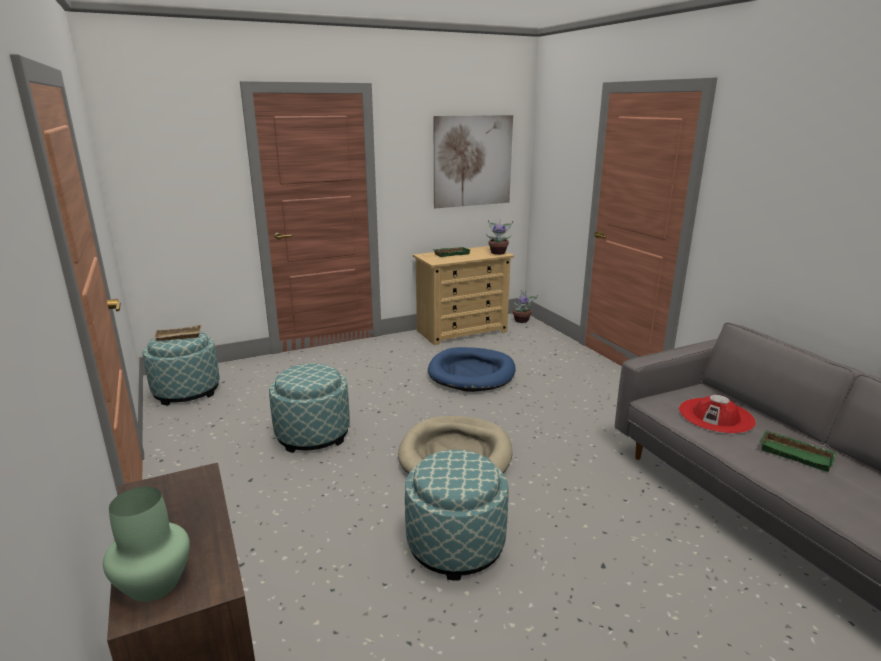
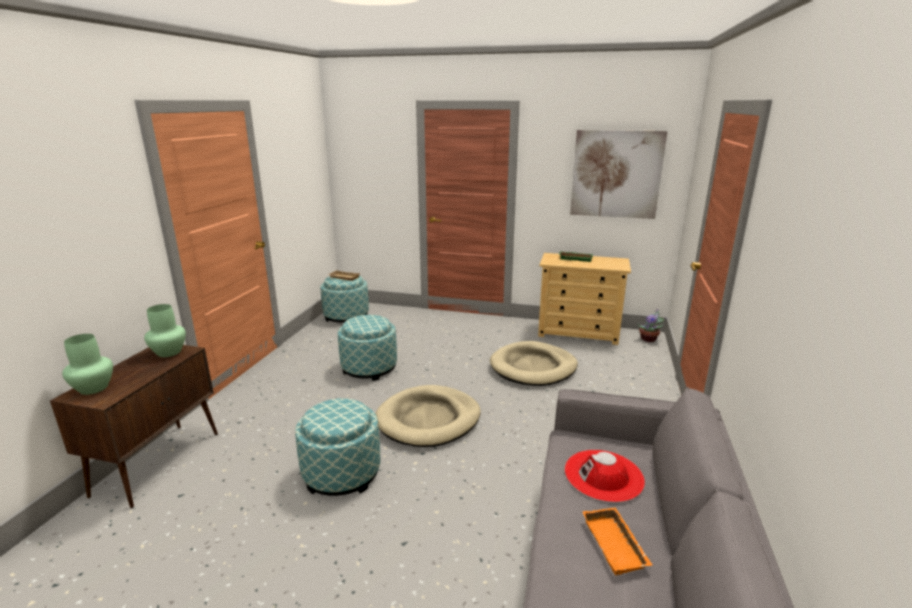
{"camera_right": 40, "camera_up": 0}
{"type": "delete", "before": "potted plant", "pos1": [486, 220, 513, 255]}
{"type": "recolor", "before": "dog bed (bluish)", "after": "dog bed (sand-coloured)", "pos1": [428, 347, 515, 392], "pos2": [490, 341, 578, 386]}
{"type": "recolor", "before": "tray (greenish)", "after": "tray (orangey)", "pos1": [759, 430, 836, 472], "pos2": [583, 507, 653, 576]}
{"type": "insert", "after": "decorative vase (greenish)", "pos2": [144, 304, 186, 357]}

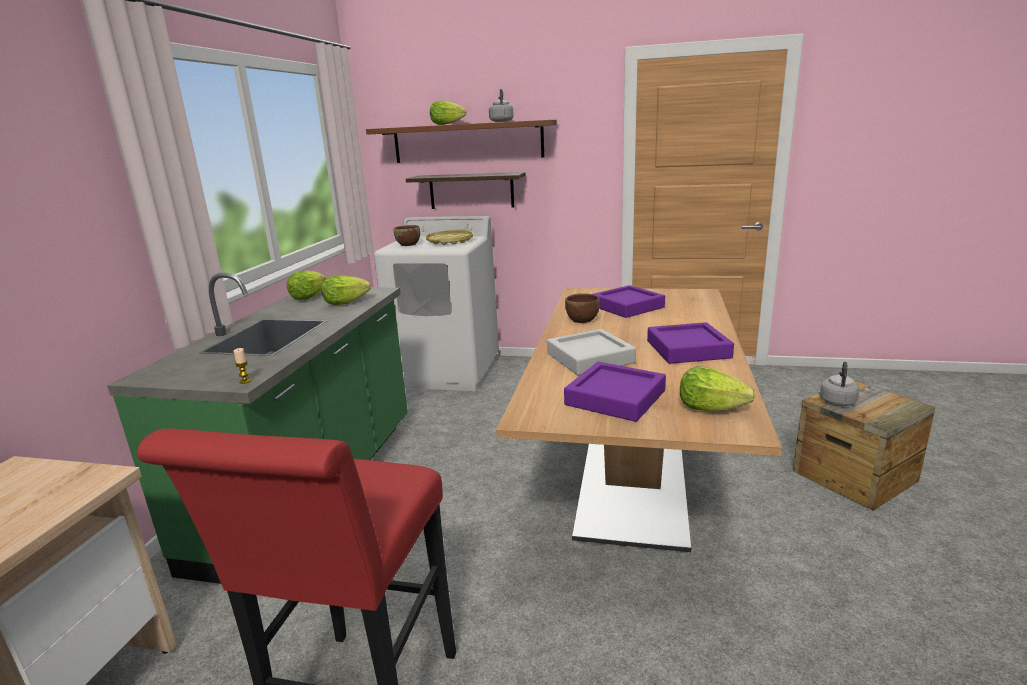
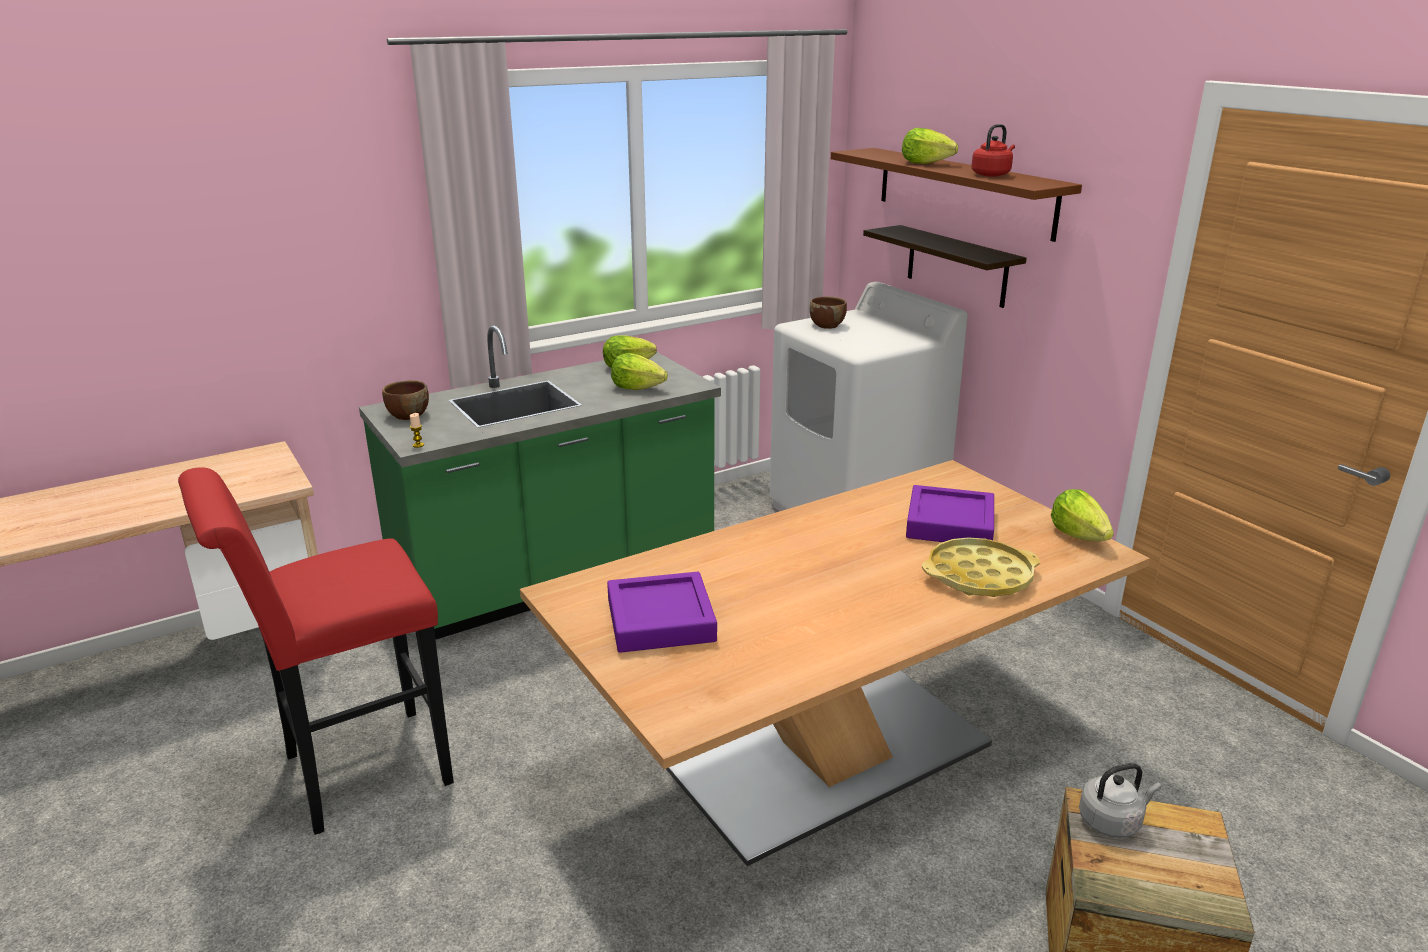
{"camera_right": 45, "camera_up": 5}
{"type": "recolor", "before": "tea kettle (greyish)", "after": "tea kettle (reddish)", "pos1": [489, 89, 513, 122], "pos2": [971, 124, 1015, 177]}
{"type": "move", "before": "tray (yellow)", "pos1": [426, 229, 473, 245], "pos2": [922, 537, 1040, 597]}
{"type": "move", "before": "deep dish (brown)", "pos1": [565, 293, 600, 323], "pos2": [382, 380, 429, 420]}
{"type": "delete", "before": "tray (purple)", "pos1": [647, 322, 734, 364]}
{"type": "delete", "before": "tray (greyish)", "pos1": [547, 329, 636, 376]}
{"type": "move", "before": "lettuce head", "pos1": [680, 366, 755, 412], "pos2": [1051, 489, 1114, 541]}

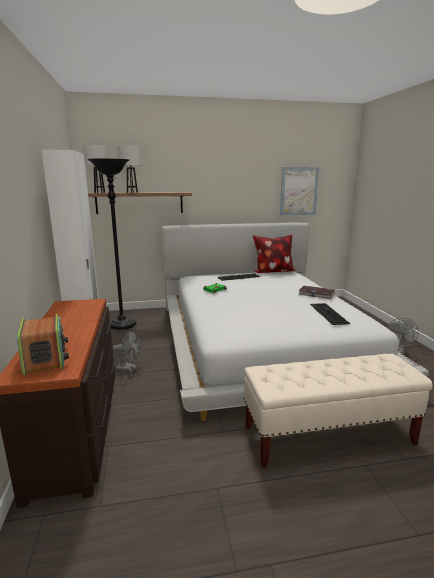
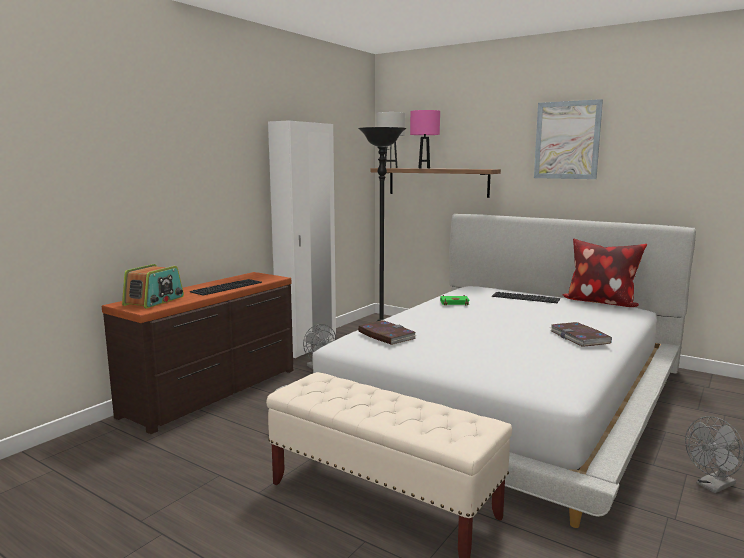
{"camera_right": 45, "camera_up": -5}
{"type": "recolor", "before": "table lamp (whitish)", "after": "table lamp (pinkish)", "pos1": [117, 145, 142, 193], "pos2": [410, 110, 440, 169]}
{"type": "move", "before": "wall picture", "pos1": [280, 167, 319, 215], "pos2": [534, 99, 603, 179]}
{"type": "move", "before": "PC keyboard", "pos1": [310, 303, 350, 325], "pos2": [190, 279, 262, 296]}
{"type": "insert", "after": "volume", "pos2": [358, 320, 416, 345]}

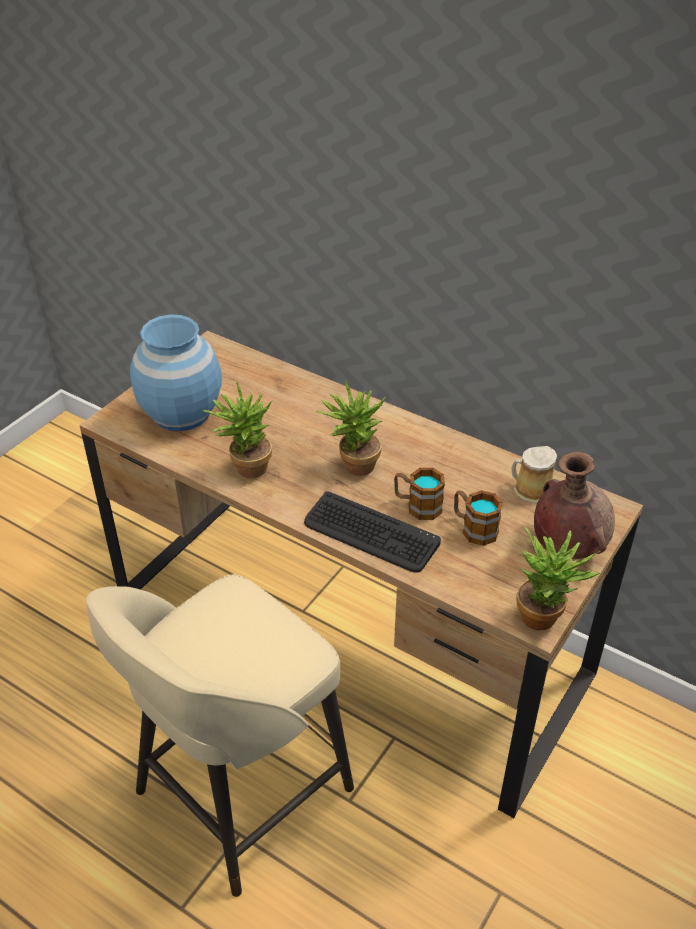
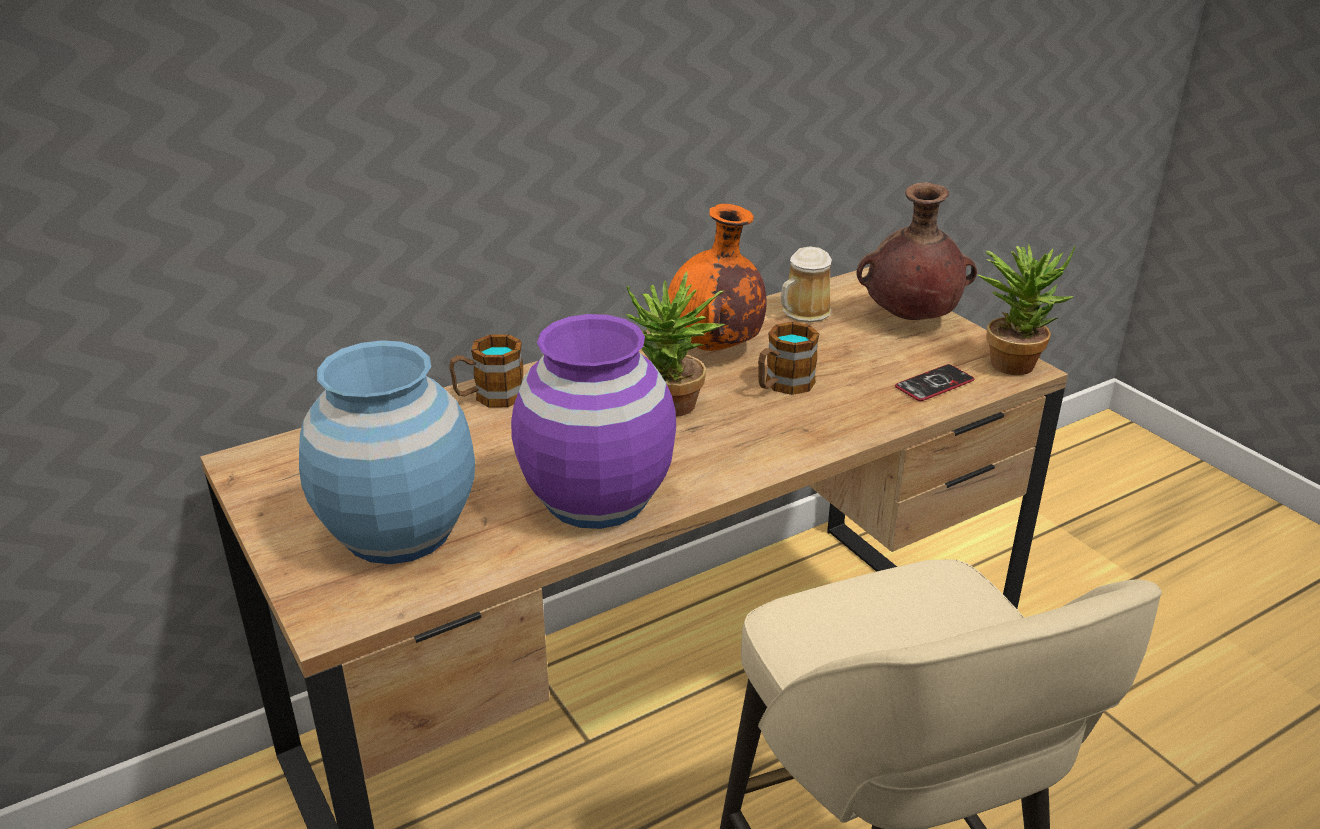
{"camera_right": -65, "camera_up": -10}
{"type": "replace", "before": "potted plant", "after": "decorative vase (purple)", "pos1": [203, 381, 272, 478], "pos2": [511, 314, 676, 529]}
{"type": "move", "before": "tea mug", "pos1": [454, 490, 503, 546], "pos2": [449, 334, 523, 407]}
{"type": "delete", "before": "PC keyboard", "pos1": [304, 491, 441, 573]}
{"type": "insert", "after": "decorative vase (orangey)", "pos2": [668, 204, 767, 351]}
{"type": "insert", "after": "phone", "pos2": [895, 364, 974, 401]}

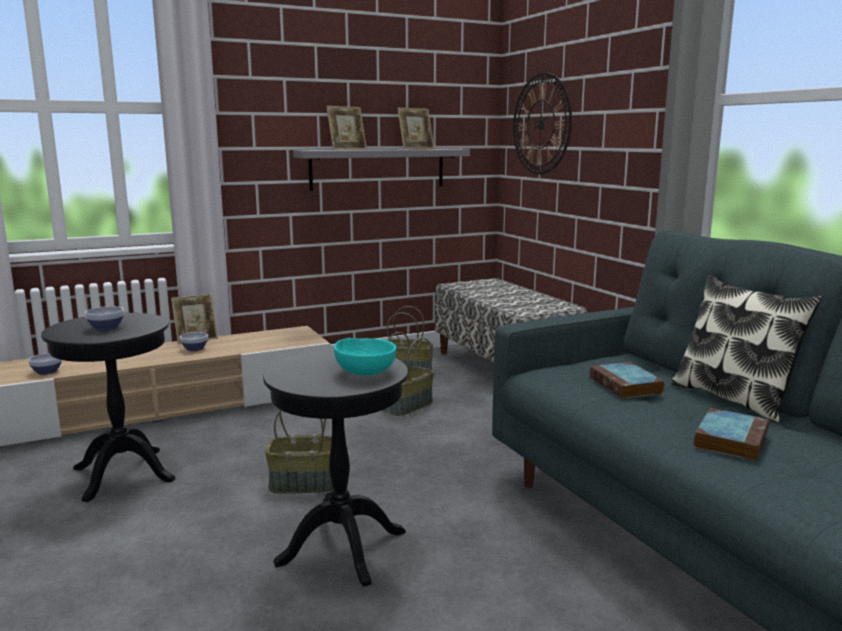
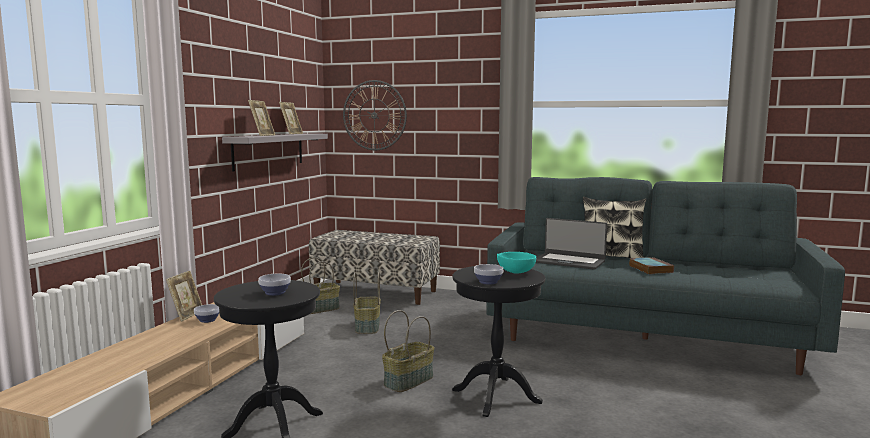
{"camera_right": -45, "camera_up": -5}
{"type": "move", "before": "deep dish", "pos1": [28, 353, 62, 375], "pos2": [474, 264, 503, 285]}
{"type": "replace", "before": "volume", "after": "portable computer", "pos1": [590, 362, 664, 399], "pos2": [536, 218, 607, 270]}

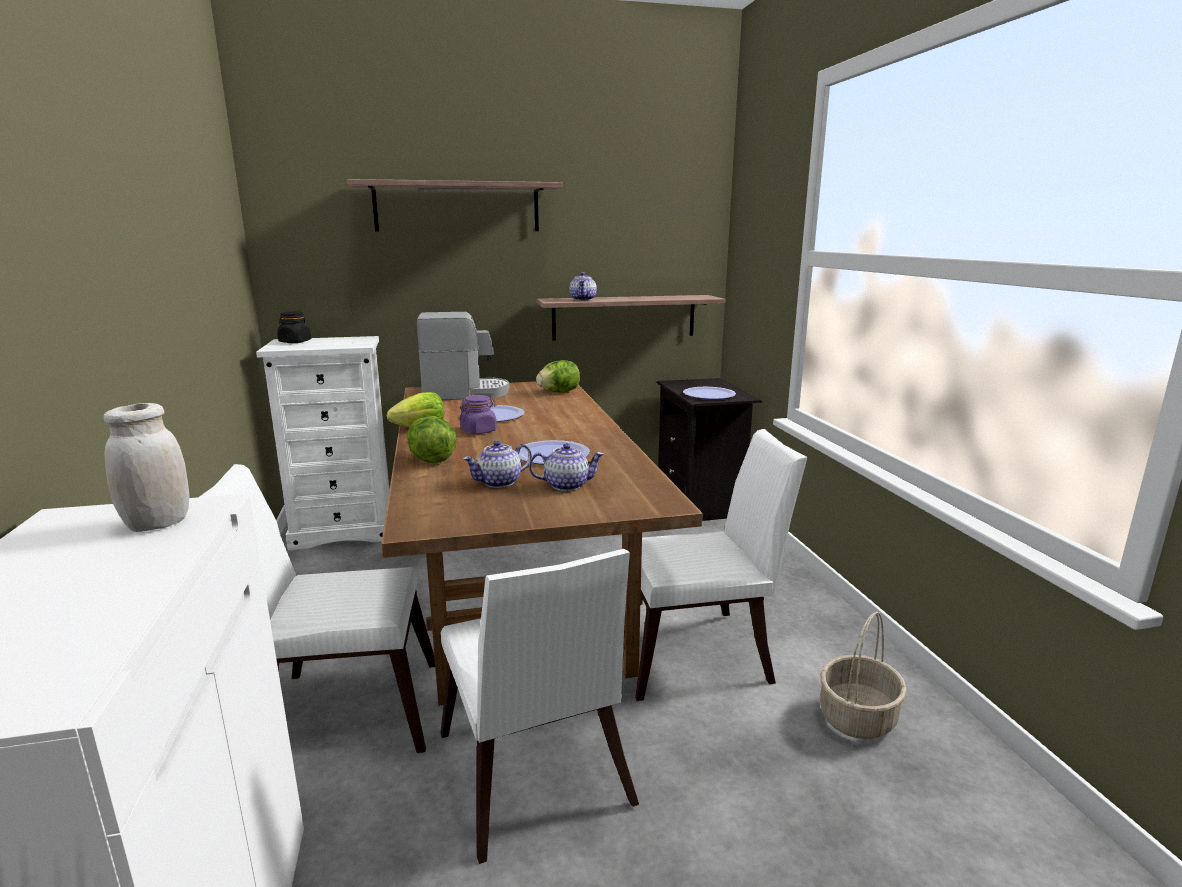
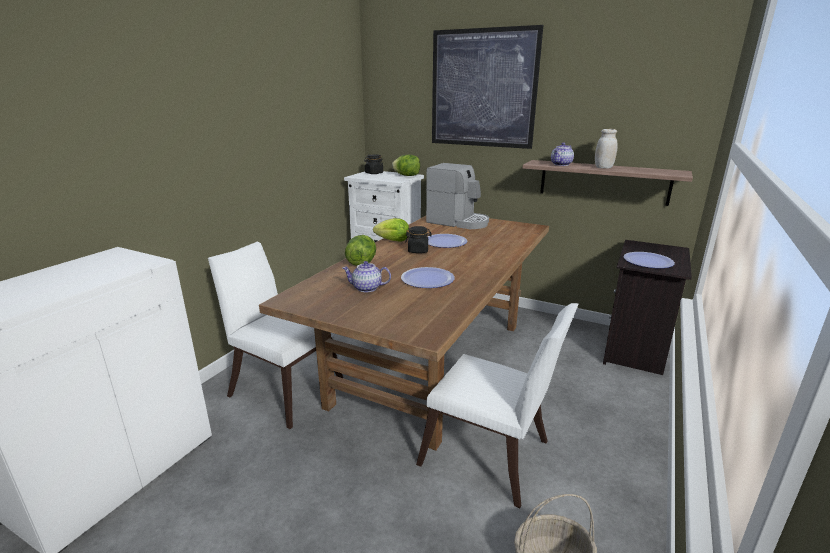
{"camera_right": 40, "camera_up": 5}
{"type": "replace", "before": "shelf", "after": "wall picture", "pos1": [347, 179, 562, 231], "pos2": [432, 25, 543, 149]}
{"type": "move", "before": "lettuce head", "pos1": [536, 360, 580, 392], "pos2": [392, 155, 420, 176]}
{"type": "recolor", "before": "jar (purple)", "after": "jar (black)", "pos1": [459, 395, 497, 434], "pos2": [405, 226, 432, 253]}
{"type": "move", "before": "jar (whitish)", "pos1": [104, 403, 190, 532], "pos2": [595, 129, 618, 168]}
{"type": "delete", "before": "tea pot", "pos1": [529, 443, 604, 491]}
{"type": "delete", "before": "plain chair (whitish)", "pos1": [441, 549, 639, 864]}

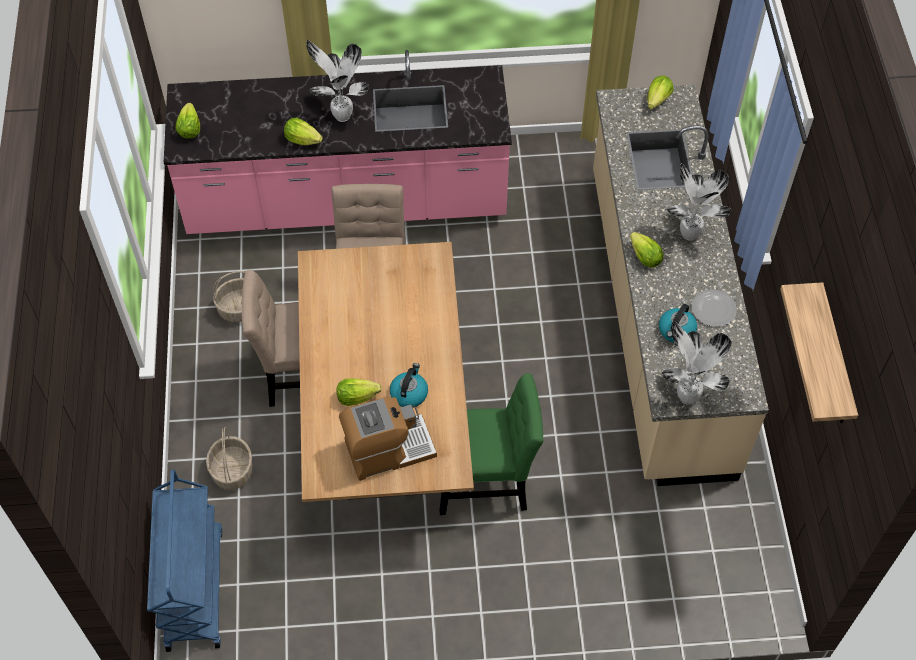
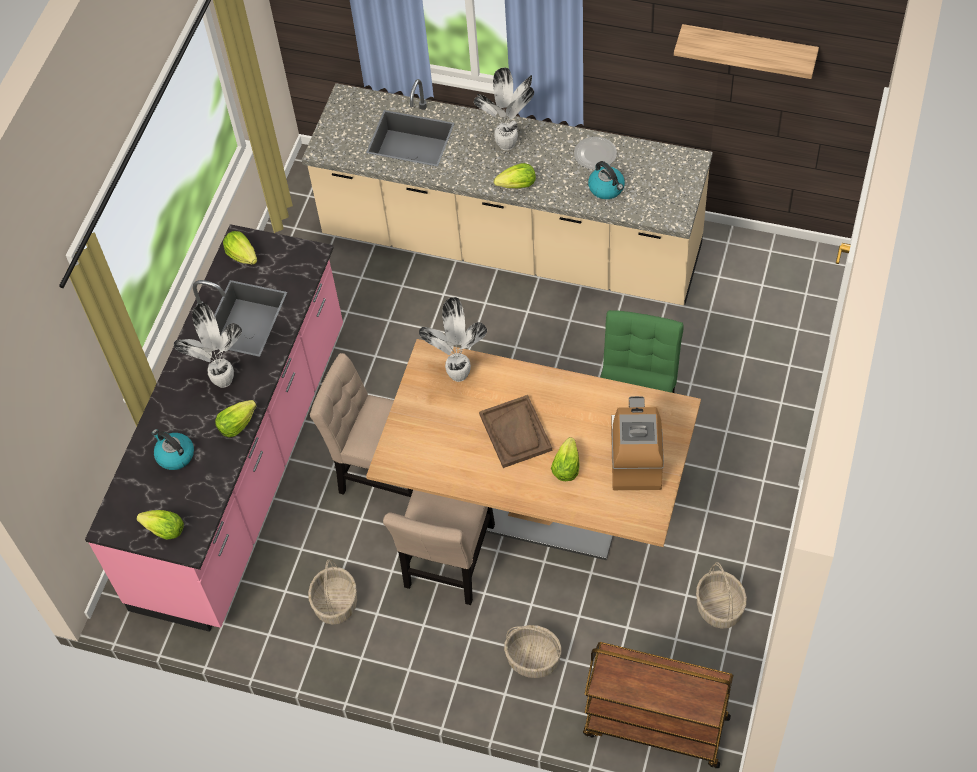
{"camera_right": -65, "camera_up": 0}
{"type": "move", "before": "lettuce head", "pos1": [647, 76, 674, 109], "pos2": [223, 231, 257, 265]}
{"type": "move", "before": "potted plant", "pos1": [662, 321, 732, 405], "pos2": [419, 297, 487, 382]}
{"type": "move", "before": "tea kettle", "pos1": [390, 363, 428, 407], "pos2": [152, 429, 194, 470]}
{"type": "recolor", "before": "wheeled cart (bluish)", "after": "wheeled cart (brown)", "pos1": [147, 470, 223, 652], "pos2": [583, 642, 733, 768]}
{"type": "insert", "after": "tray (brown)", "pos2": [479, 395, 552, 468]}
{"type": "insert", "after": "household basket", "pos2": [696, 562, 747, 629]}

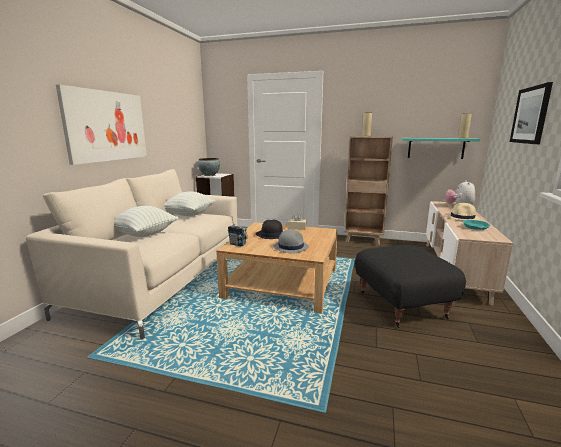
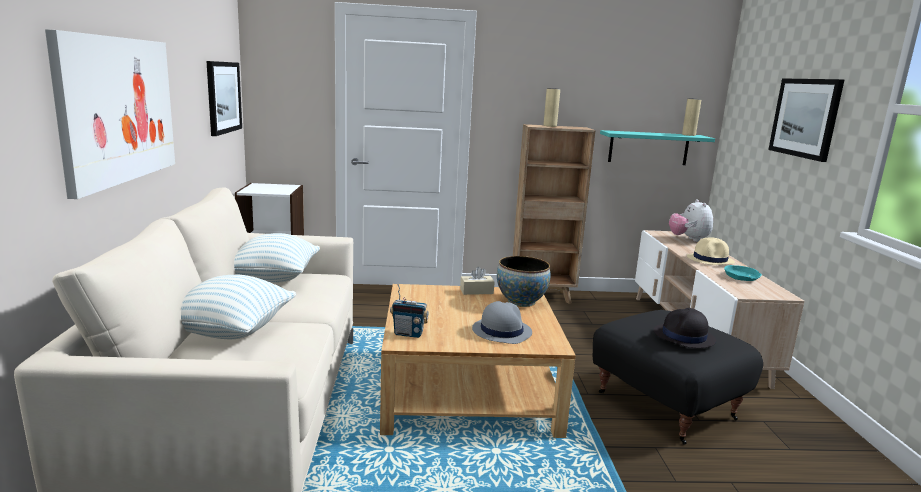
{"camera_right": -20, "camera_up": 0}
{"type": "move", "before": "deep dish", "pos1": [198, 158, 220, 176], "pos2": [497, 256, 550, 307]}
{"type": "move", "before": "hat (black)", "pos1": [256, 220, 283, 239], "pos2": [654, 308, 716, 348]}
{"type": "insert", "after": "wall picture", "pos2": [206, 61, 242, 136]}

